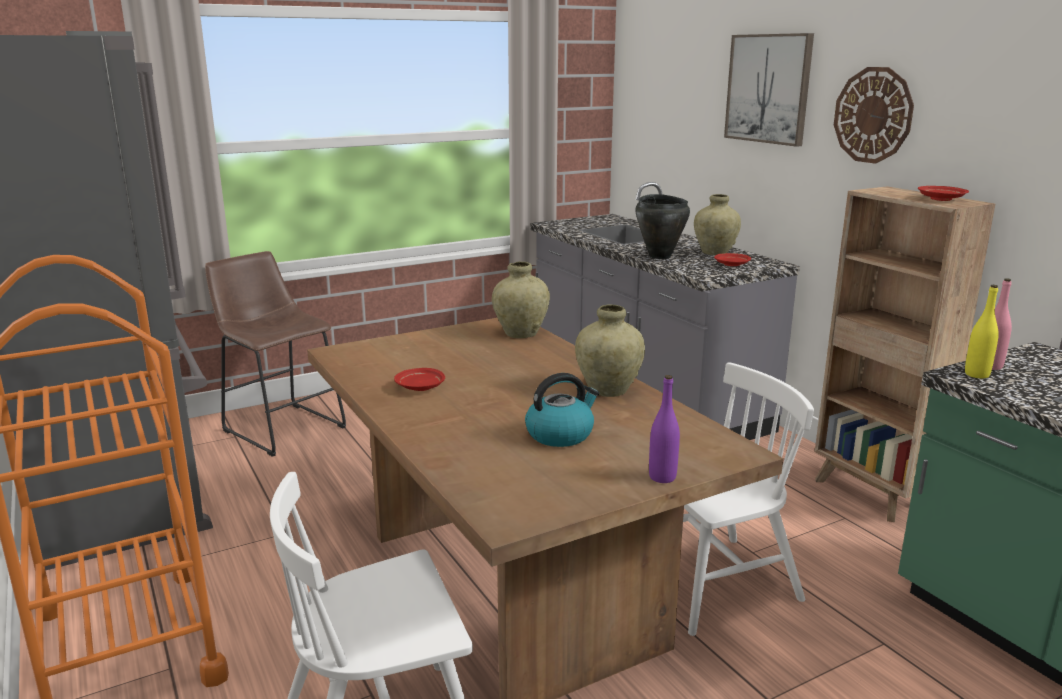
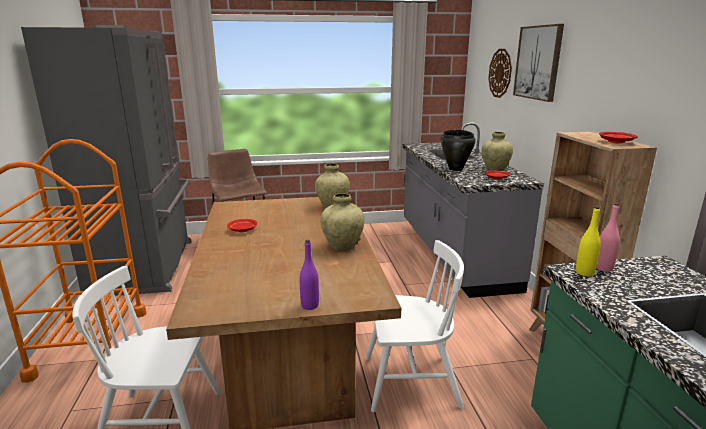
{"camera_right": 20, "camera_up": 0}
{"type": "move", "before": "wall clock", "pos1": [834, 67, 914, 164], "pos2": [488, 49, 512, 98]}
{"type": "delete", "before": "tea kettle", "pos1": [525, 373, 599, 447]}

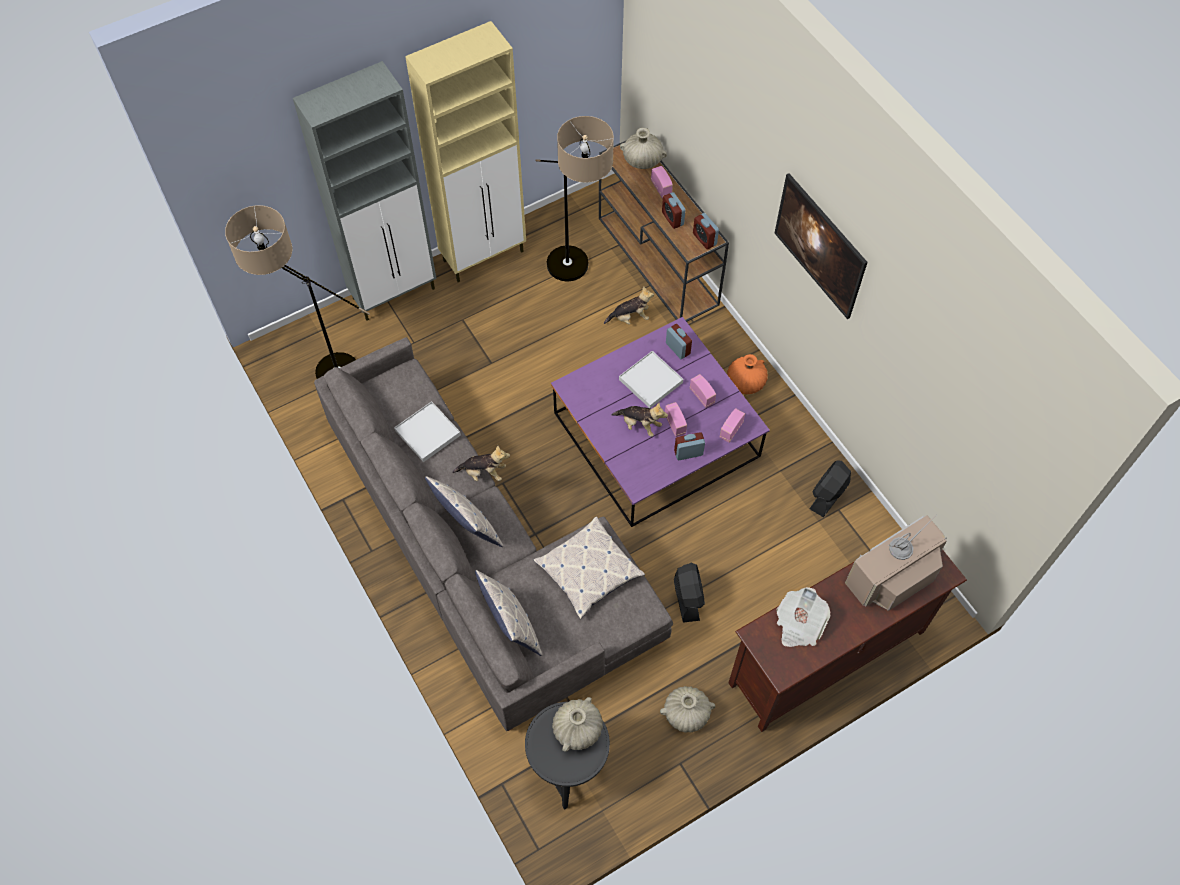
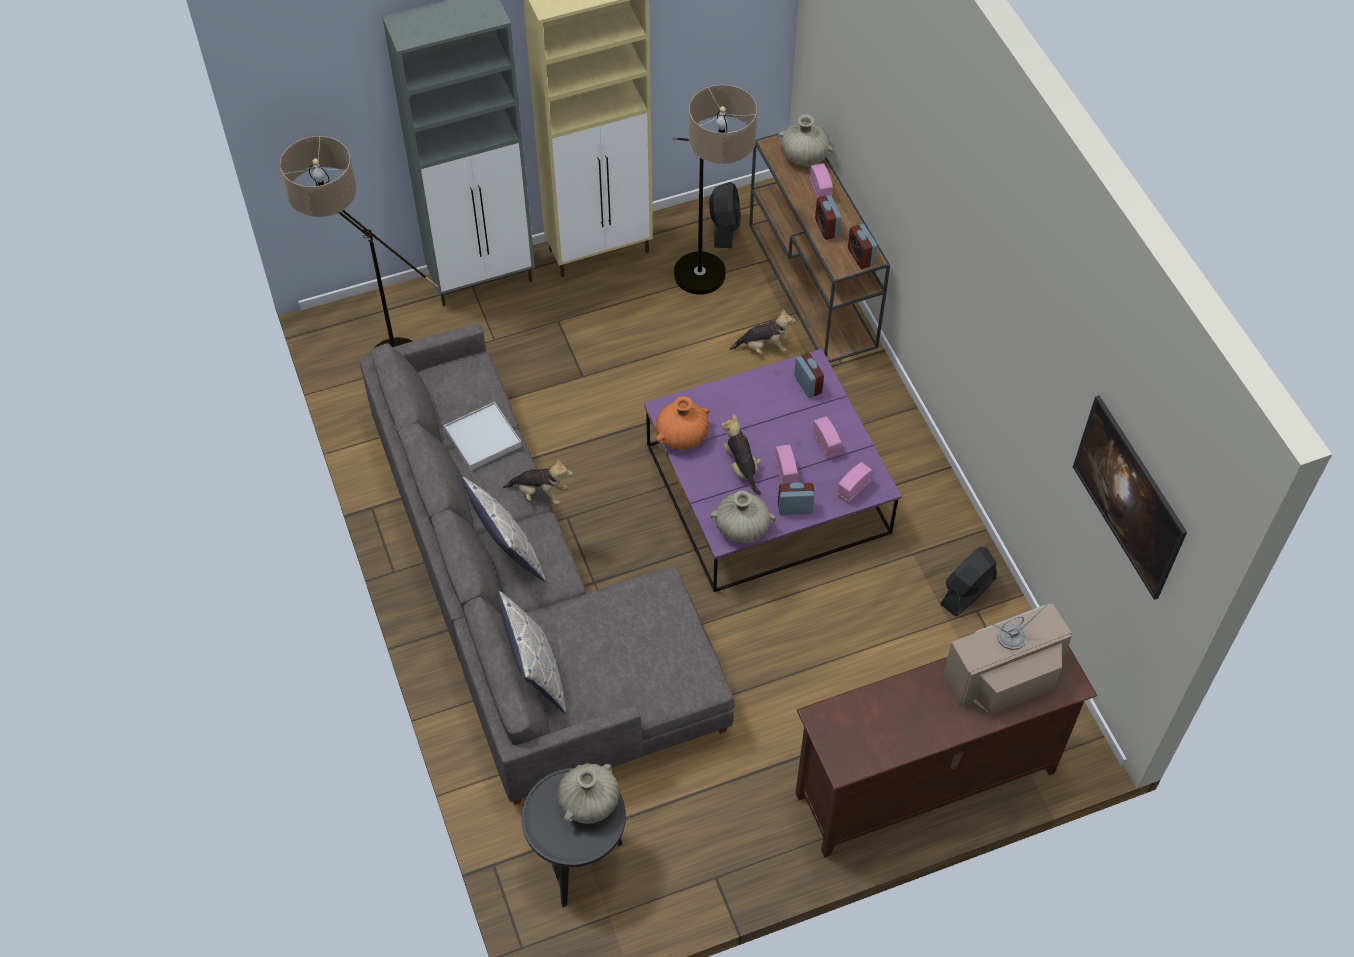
{"camera_right": 10, "camera_up": -5}
{"type": "move", "before": "wall picture", "pos1": [775, 173, 868, 319], "pos2": [1073, 395, 1187, 600]}
{"type": "delete", "before": "tray (whitish)", "pos1": [619, 351, 683, 408]}
{"type": "move", "before": "decorative vase (orangey)", "pos1": [727, 354, 768, 394], "pos2": [656, 396, 710, 450]}
{"type": "rotate", "before": "cuddly toy", "pos1": [612, 403, 668, 437], "pos2": [721, 414, 761, 495], "turn": -150}
{"type": "delete", "before": "cushion", "pos1": [534, 516, 645, 619]}
{"type": "move", "before": "electric fan (black)", "pos1": [674, 563, 705, 623], "pos2": [709, 182, 741, 248]}
{"type": "delete", "before": "printed paper", "pos1": [776, 587, 830, 647]}
{"type": "move", "before": "decorative vase (sand-coloured)", "pos1": [660, 686, 715, 733], "pos2": [710, 491, 776, 543]}

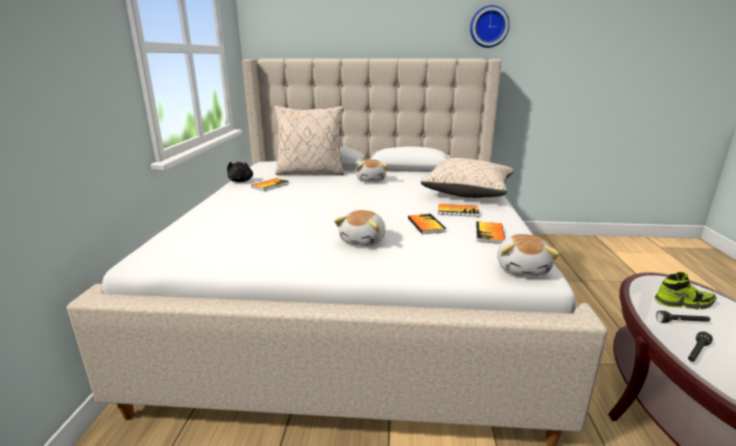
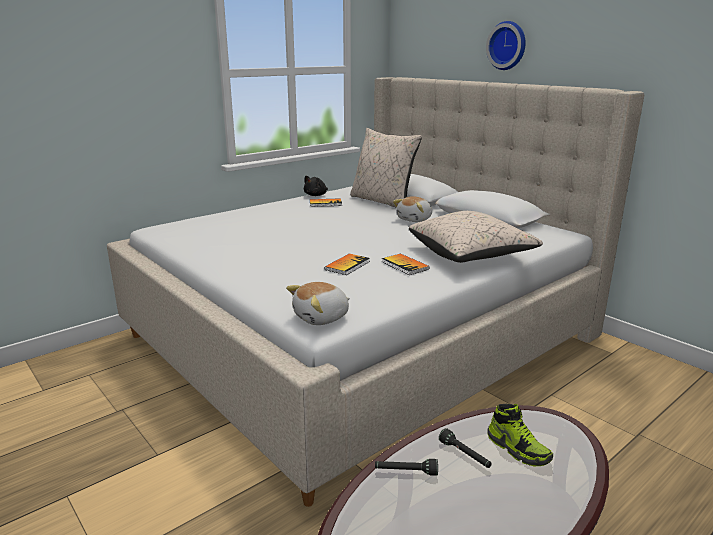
{"camera_right": 45, "camera_up": 0}
{"type": "move", "before": "wall clock", "pos1": [470, 5, 510, 48], "pos2": [486, 21, 526, 70]}
{"type": "delete", "before": "cuddly toy", "pos1": [334, 210, 386, 246]}
{"type": "delete", "before": "volume", "pos1": [476, 221, 505, 244]}

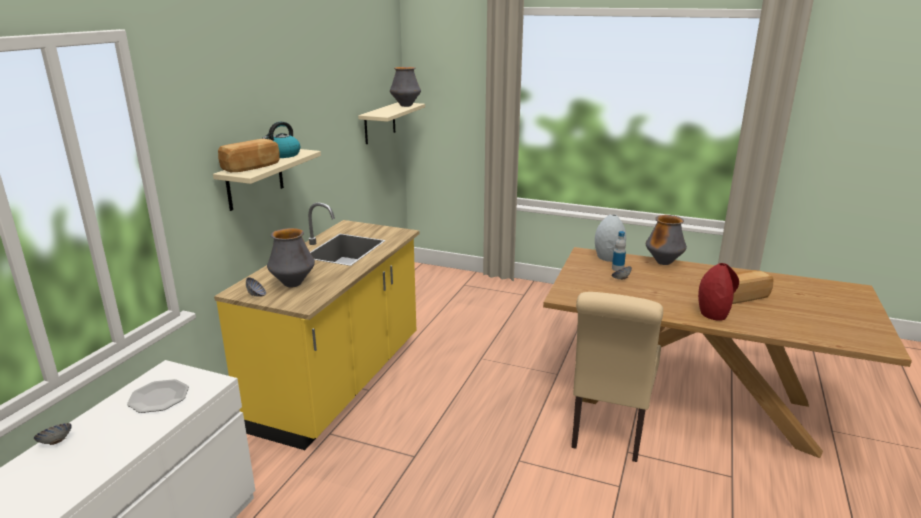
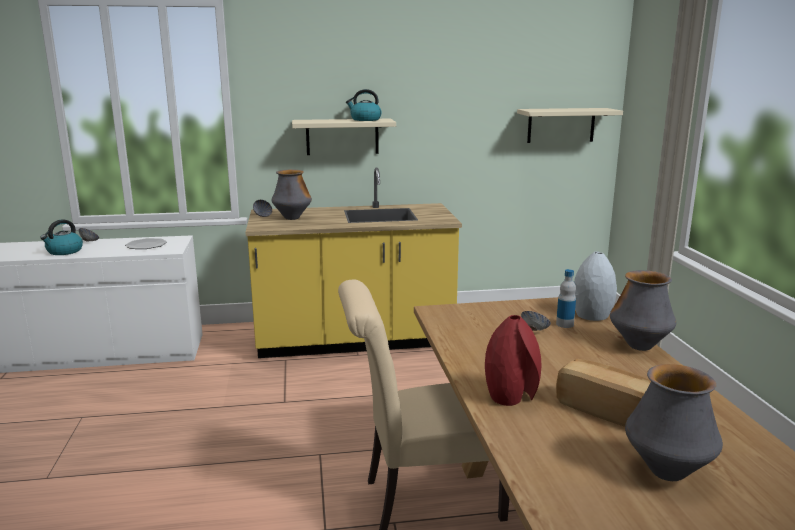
{"camera_right": 60, "camera_up": -5}
{"type": "move", "before": "decorative vase", "pos1": [390, 67, 421, 107], "pos2": [625, 364, 723, 481]}
{"type": "delete", "before": "baked bread", "pos1": [218, 139, 280, 172]}
{"type": "insert", "after": "tea kettle", "pos2": [40, 219, 83, 255]}

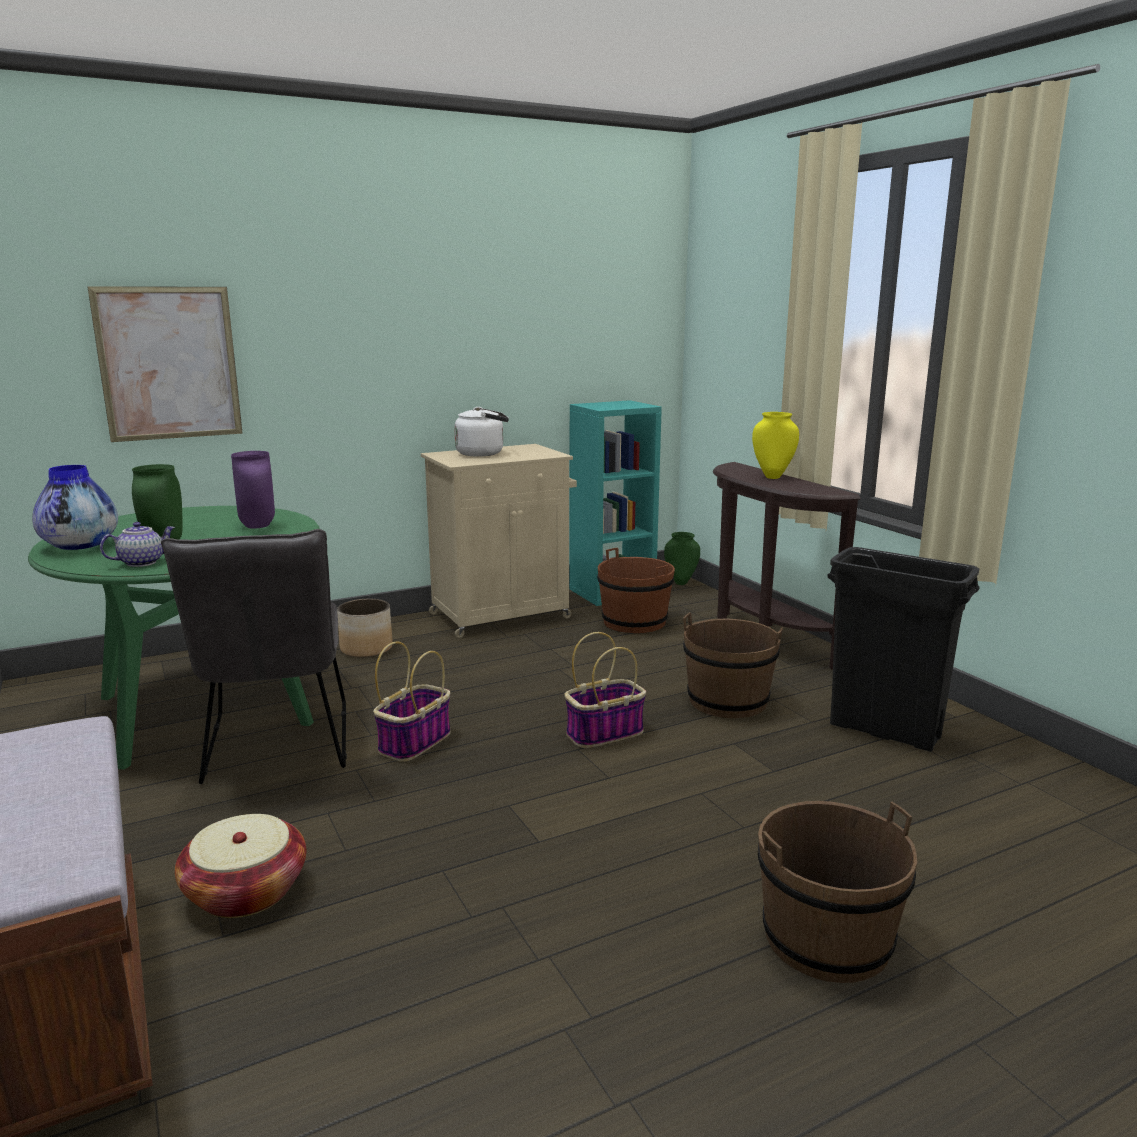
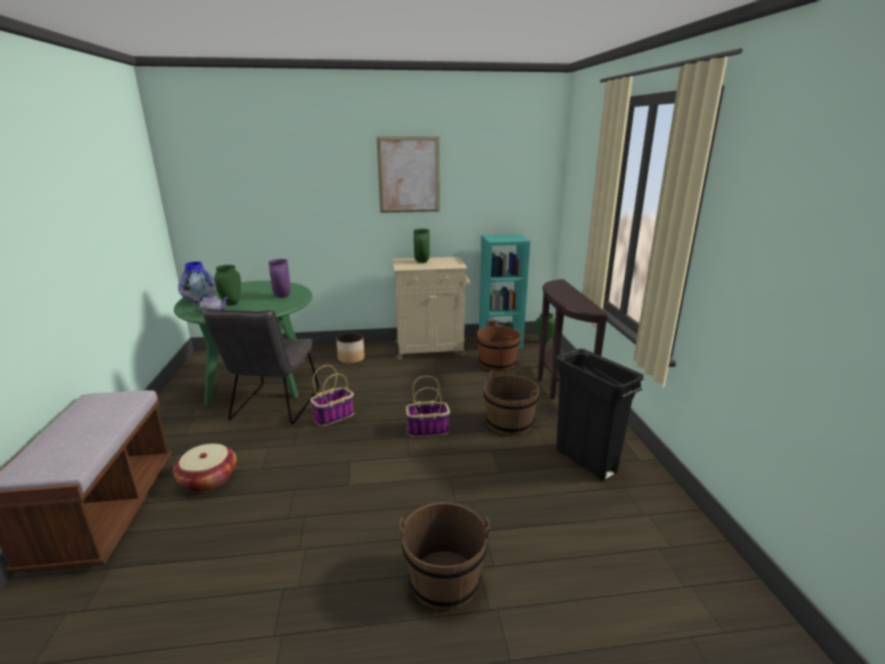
{"camera_right": 20, "camera_up": 5}
{"type": "move", "before": "wall picture", "pos1": [88, 286, 243, 442], "pos2": [377, 137, 439, 213]}
{"type": "replace", "before": "tea kettle (whitish)", "after": "decorative vase (greenish)", "pos1": [454, 407, 509, 457], "pos2": [414, 229, 430, 263]}
{"type": "delete", "before": "decorative vase (yellow)", "pos1": [752, 412, 799, 479]}

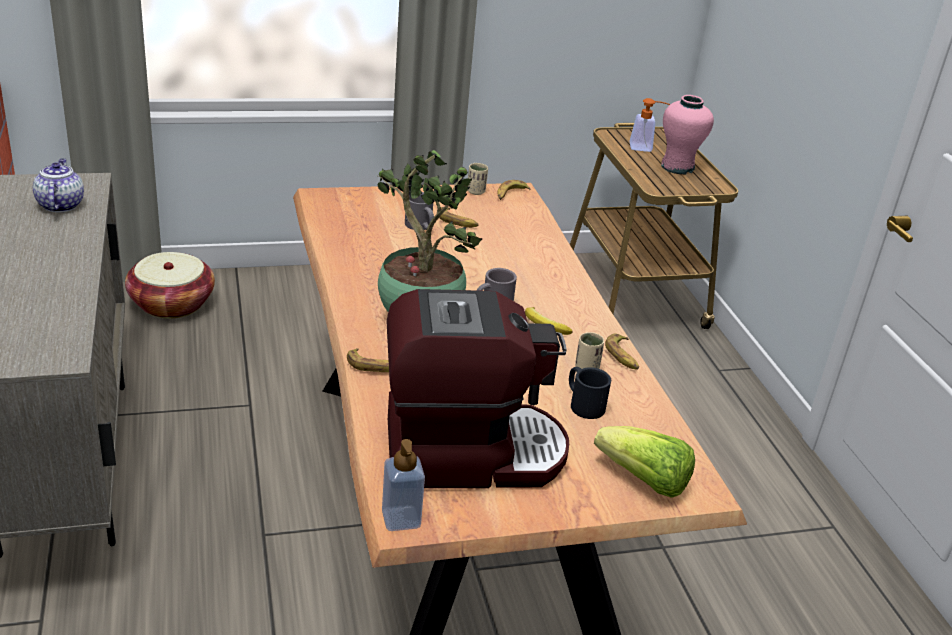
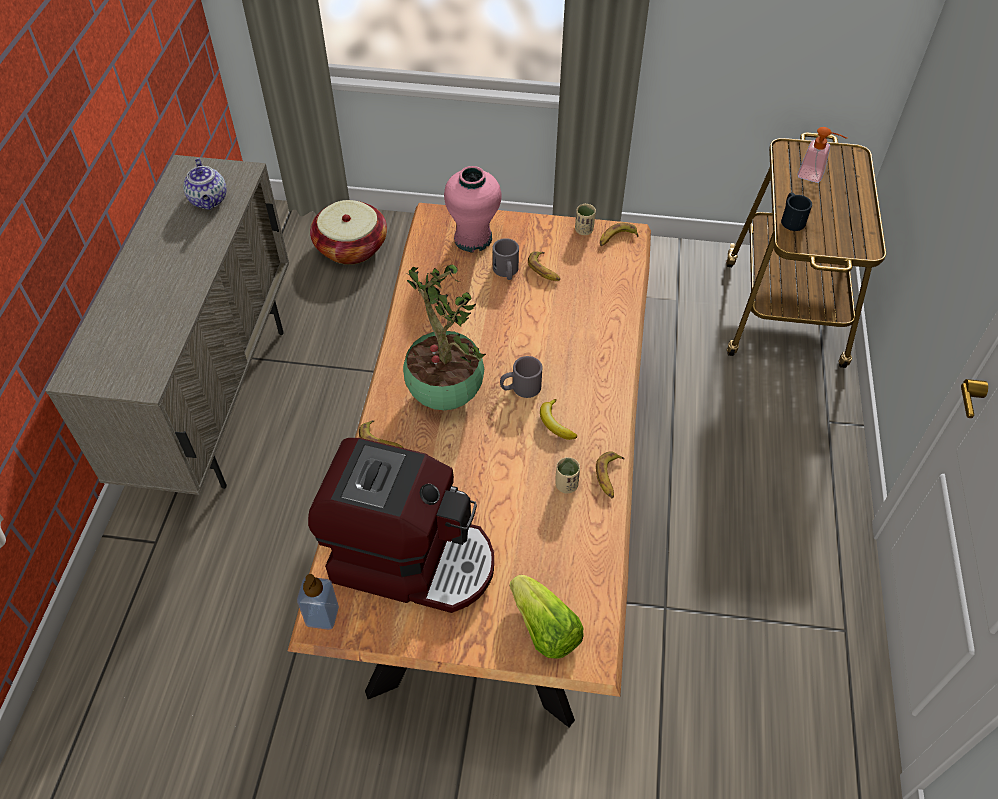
{"camera_right": 25, "camera_up": 20}
{"type": "move", "before": "decorative vase (pinkish)", "pos1": [661, 95, 714, 175], "pos2": [444, 166, 502, 252]}
{"type": "rotate", "before": "tea pot", "pos1": [33, 159, 84, 212], "pos2": [183, 158, 226, 210], "turn": 150}
{"type": "move", "before": "tea mug (black)", "pos1": [569, 367, 611, 419], "pos2": [781, 193, 812, 231]}

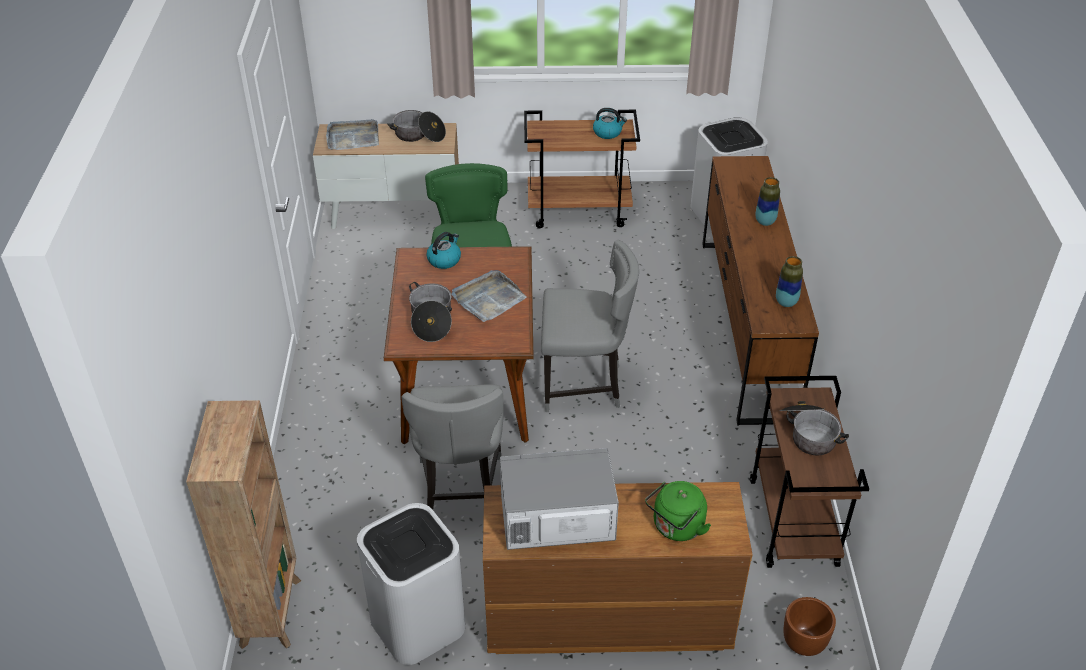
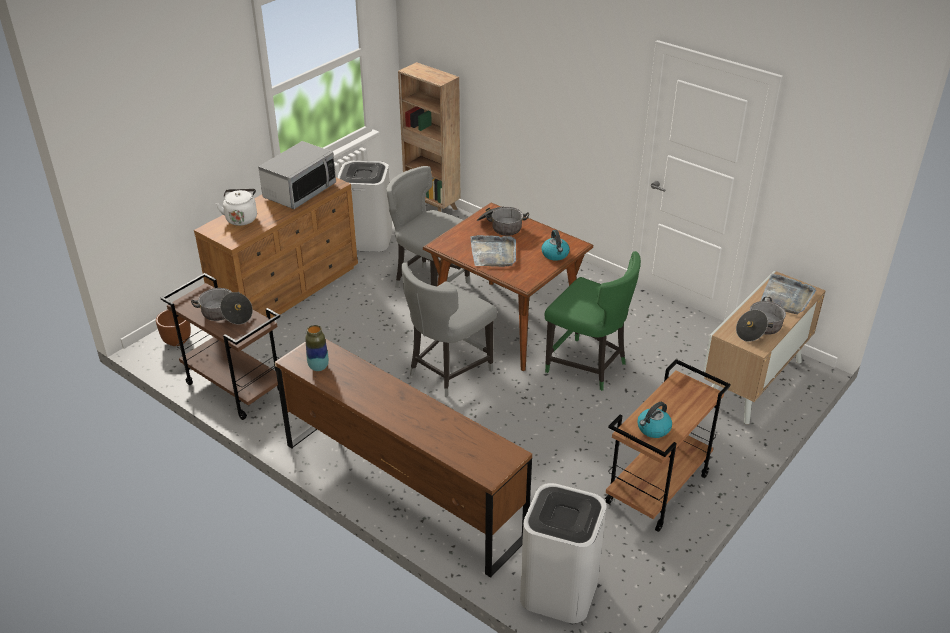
{"camera_right": 130, "camera_up": -5}
{"type": "delete", "before": "decorative vase", "pos1": [756, 177, 780, 226]}
{"type": "recolor", "before": "tea kettle (greenish)", "after": "tea kettle (whitish)", "pos1": [645, 481, 711, 541], "pos2": [216, 189, 257, 226]}

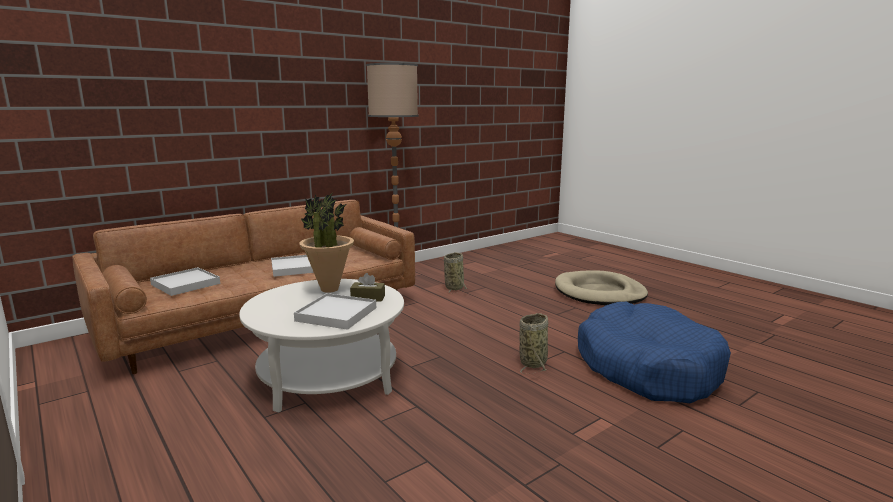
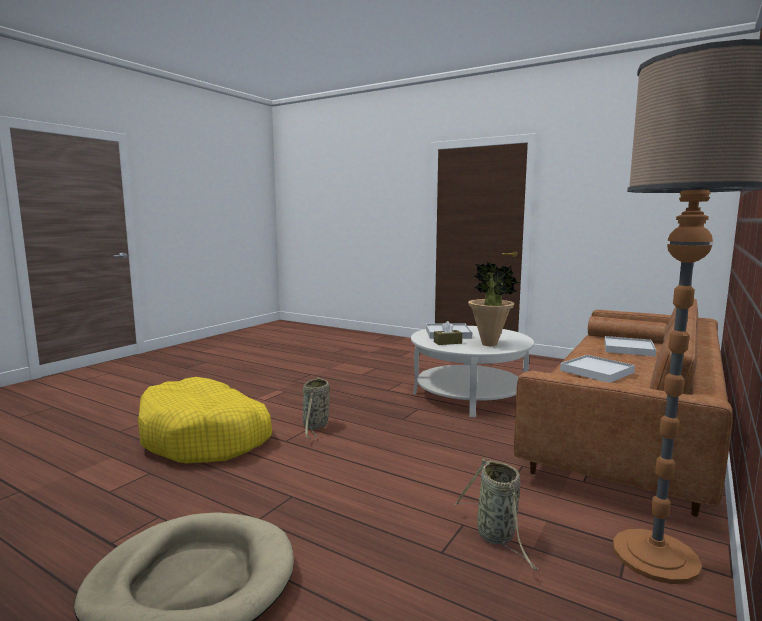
{"camera_right": 160, "camera_up": -5}
{"type": "recolor", "before": "dog bed (bluish)", "after": "dog bed (yellow)", "pos1": [578, 302, 731, 403], "pos2": [138, 377, 272, 463]}

